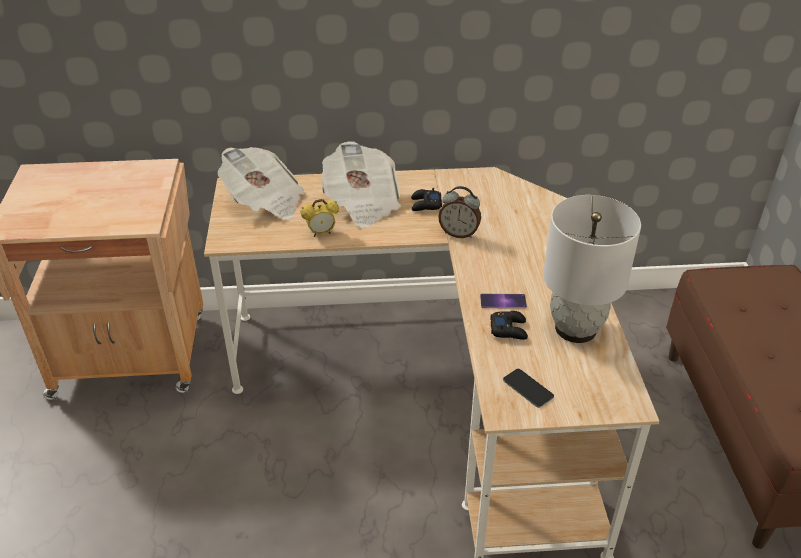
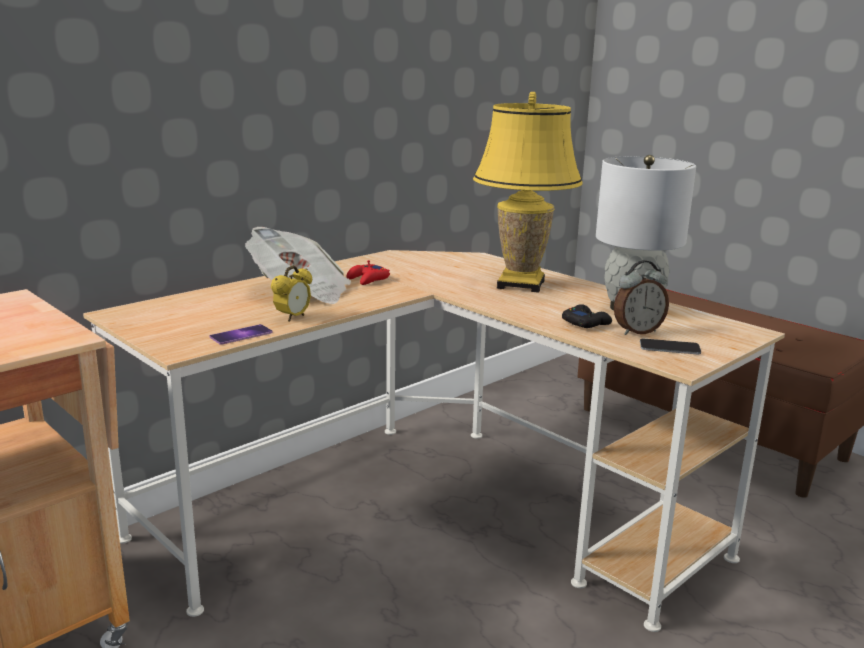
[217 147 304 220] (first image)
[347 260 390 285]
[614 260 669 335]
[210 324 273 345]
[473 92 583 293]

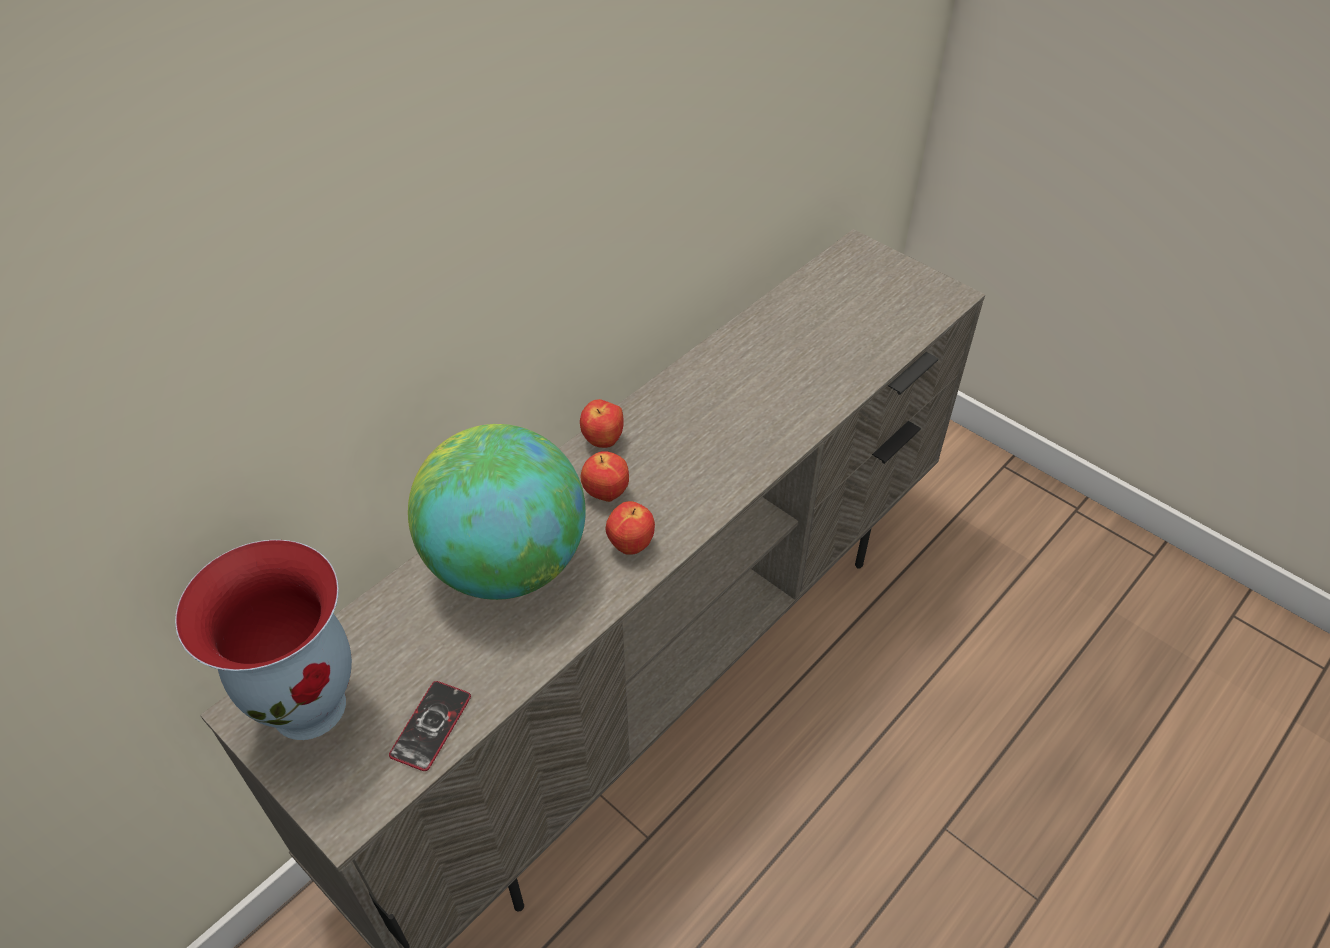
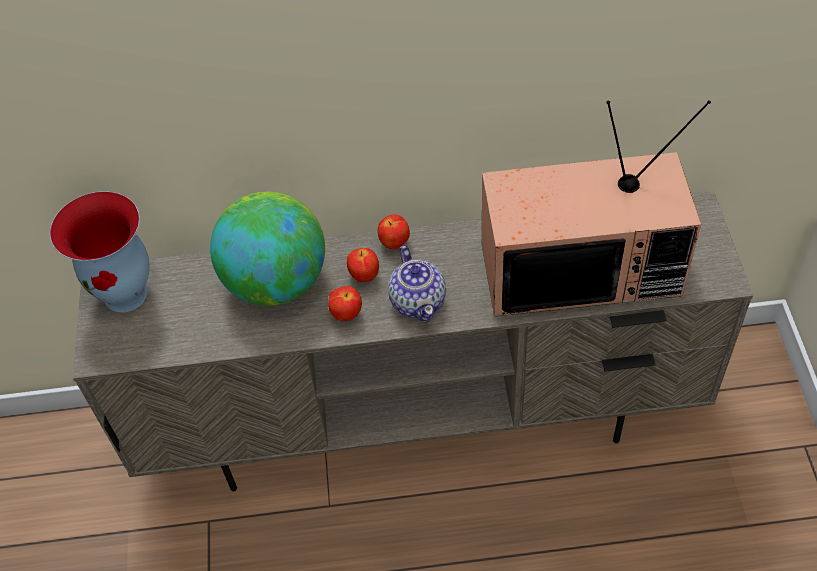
[389 681 471 771] (first image)
[388 246 446 322]
[482 100 711 316]

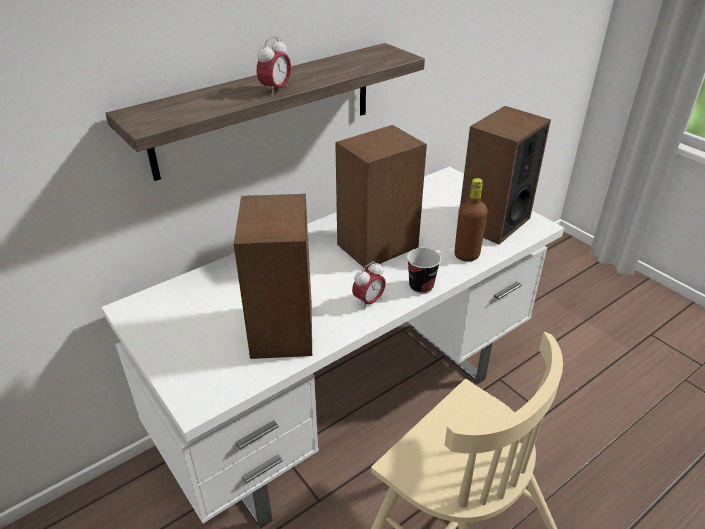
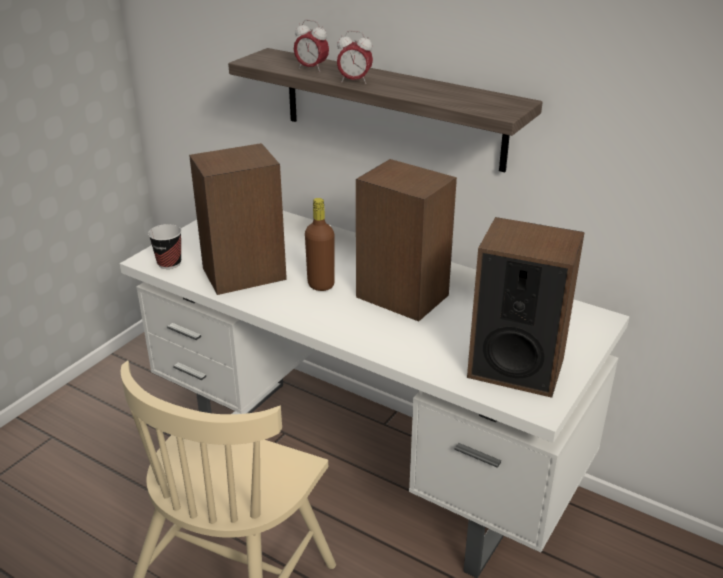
[294 20 329 72]
[148 224 182 269]
[305 198 335 291]

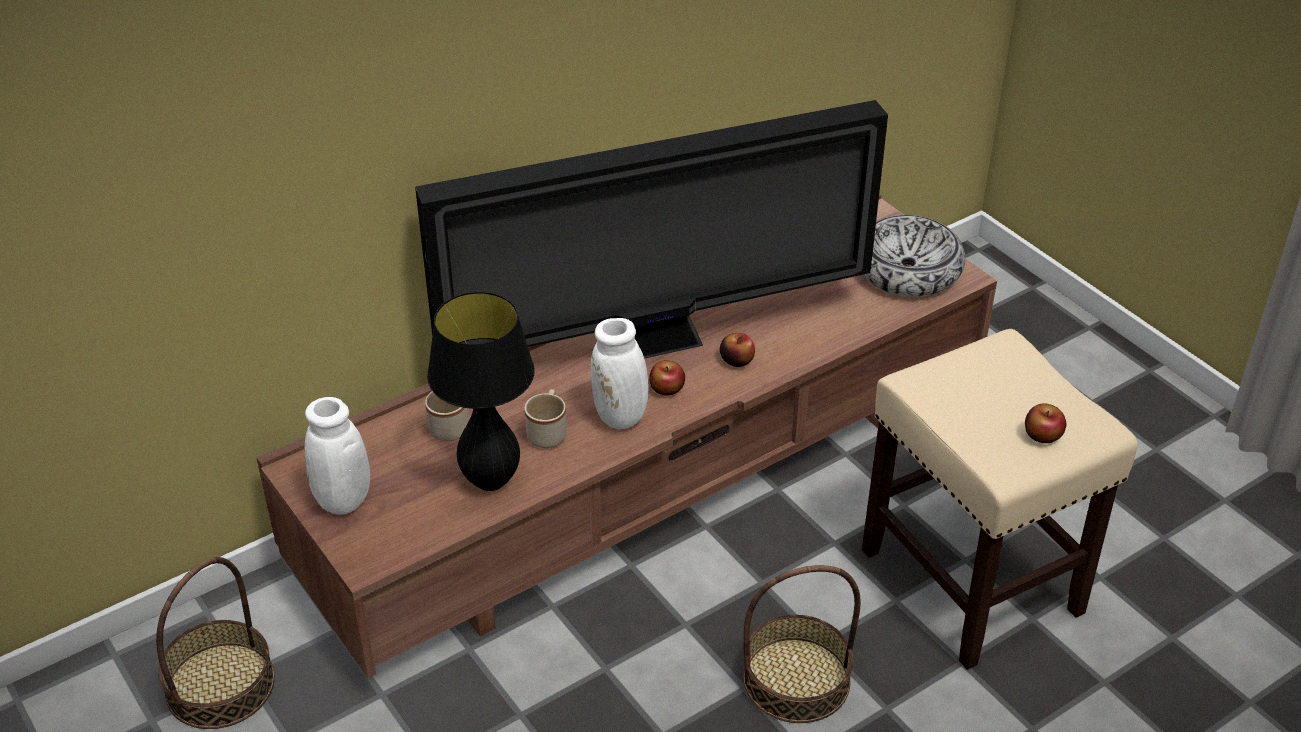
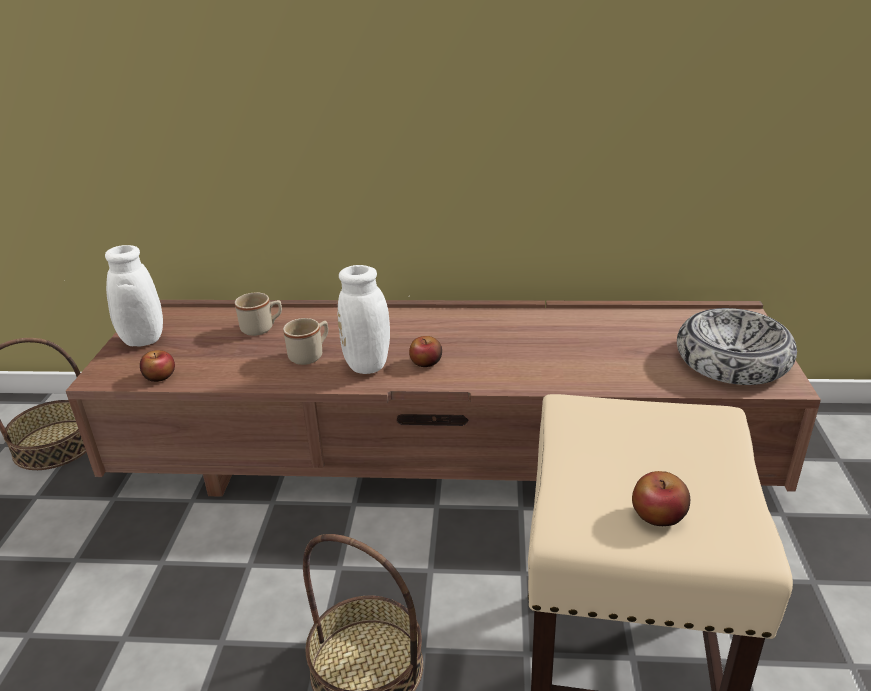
[415 100 888 359] (first image)
[427 292 535 491] (first image)
[140 350 175 382]

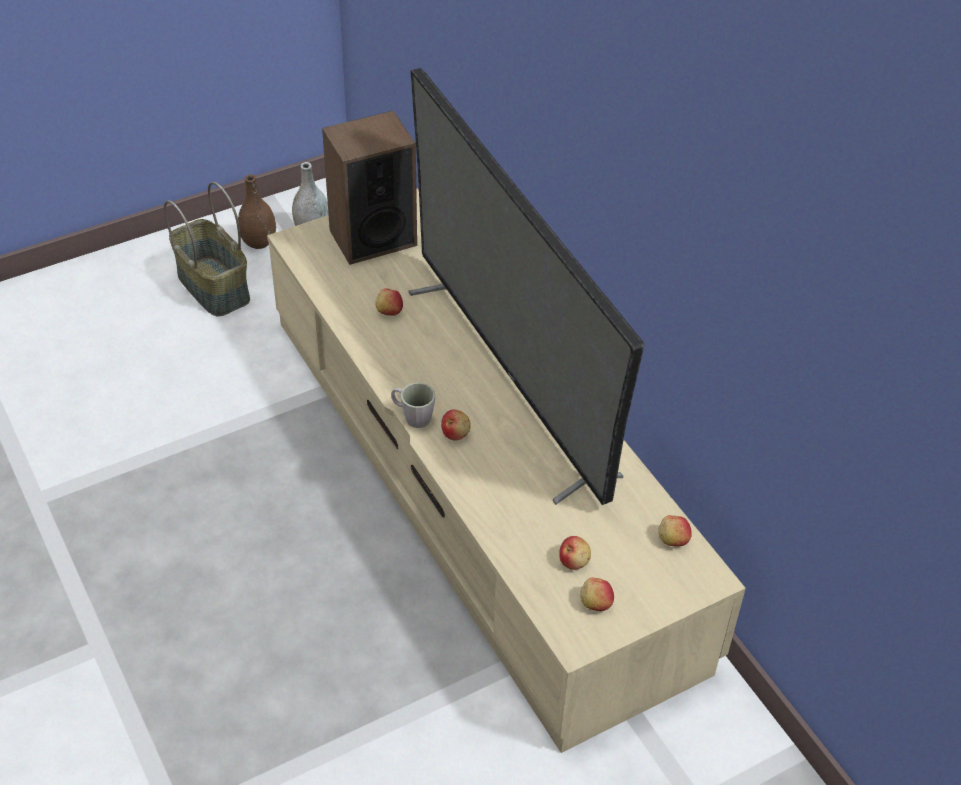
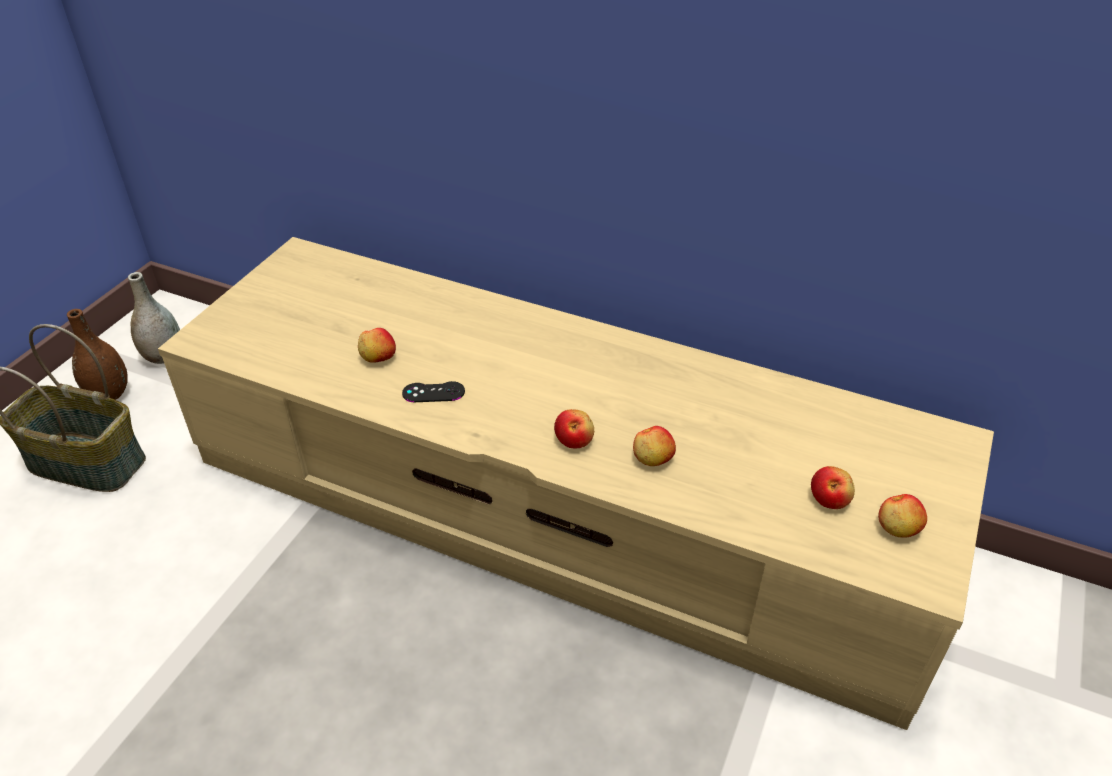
[322 111 417 265] (first image)
[391 382 435 428] (first image)
[409 68 644 505] (first image)
[633 426 676 466]
[402 381 465 402]

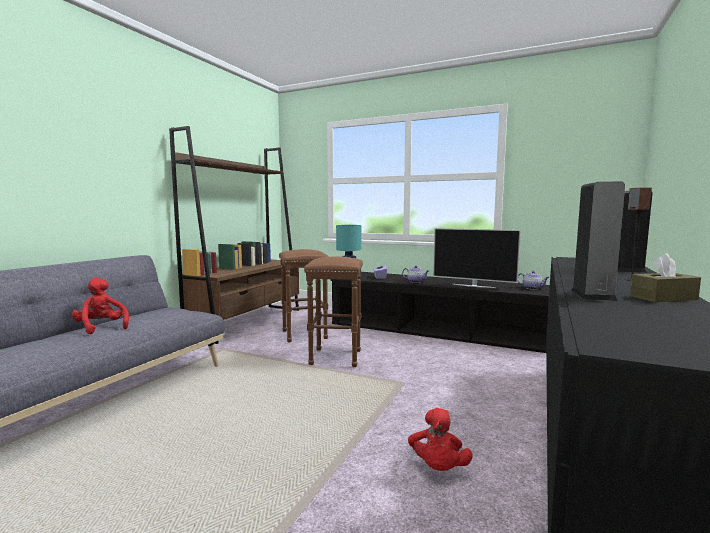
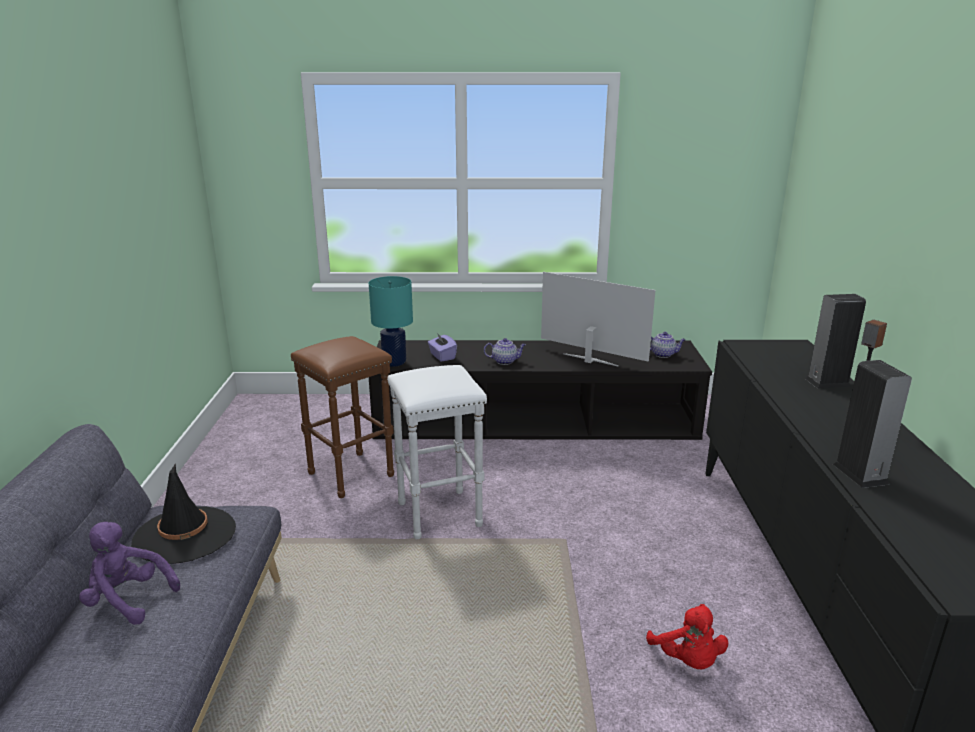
[79 522 180 625]
[169 126 299 344] (first image)
[387 365 487 539]
[541 272 656 367]
[630 253 701 302] (first image)
[131 463 236 564]

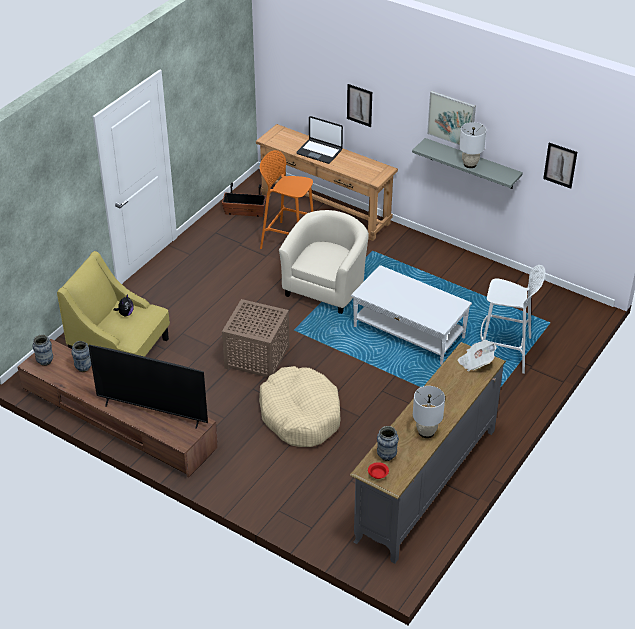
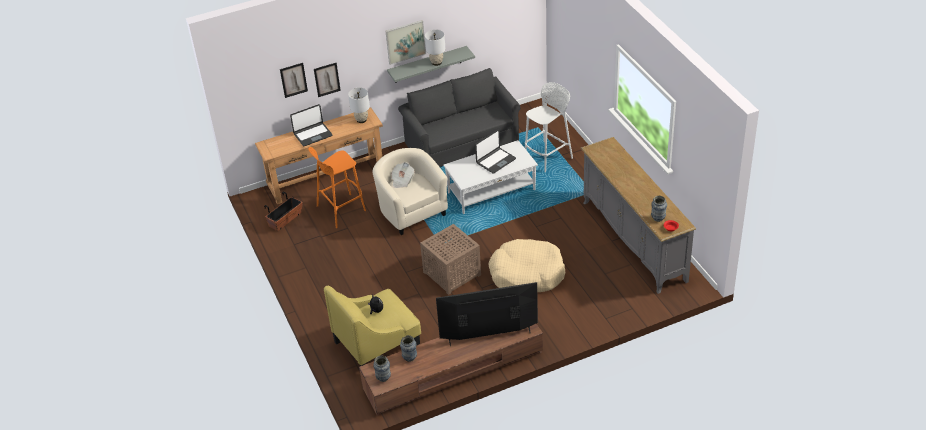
[436 282 538 346]
[348 88 370 123]
[391 162 415 188]
[280 63 308 98]
[398 68 520 167]
[475 130 516 174]

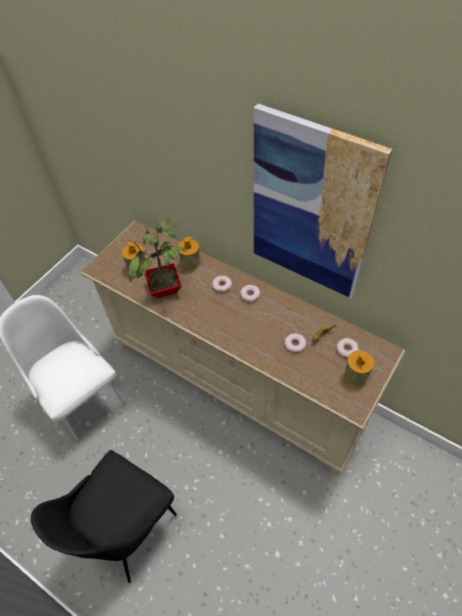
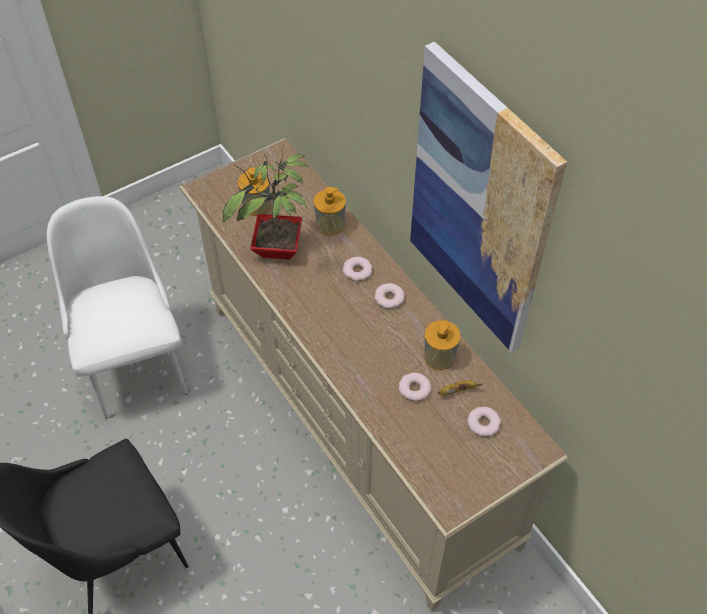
[424 320 460 370]

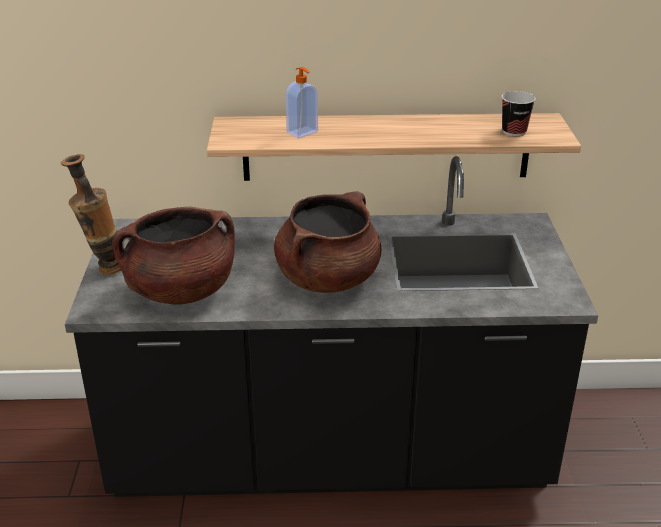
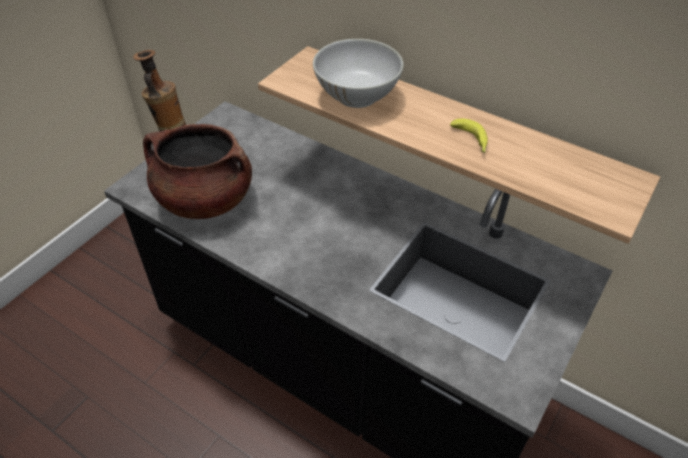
[274 192 382 293] (first image)
[313 39 404 108]
[501 91 536 136] (first image)
[450 119 488 153]

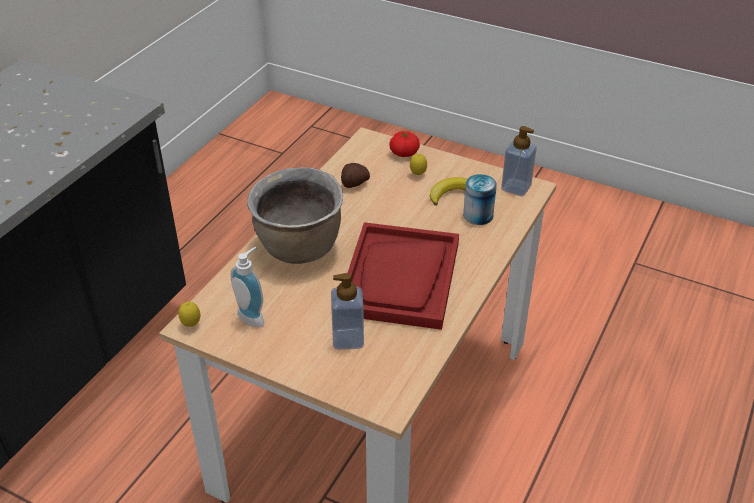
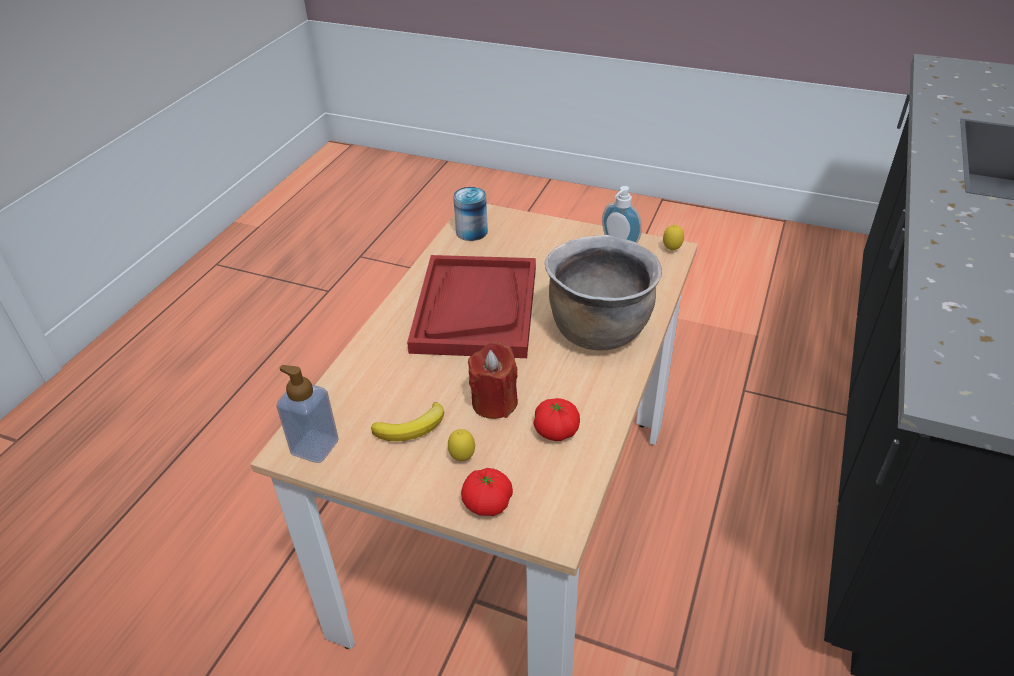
[331 273 364 350] (first image)
[533 398 580 441]
[453 187 488 241]
[468 342 518 419]

